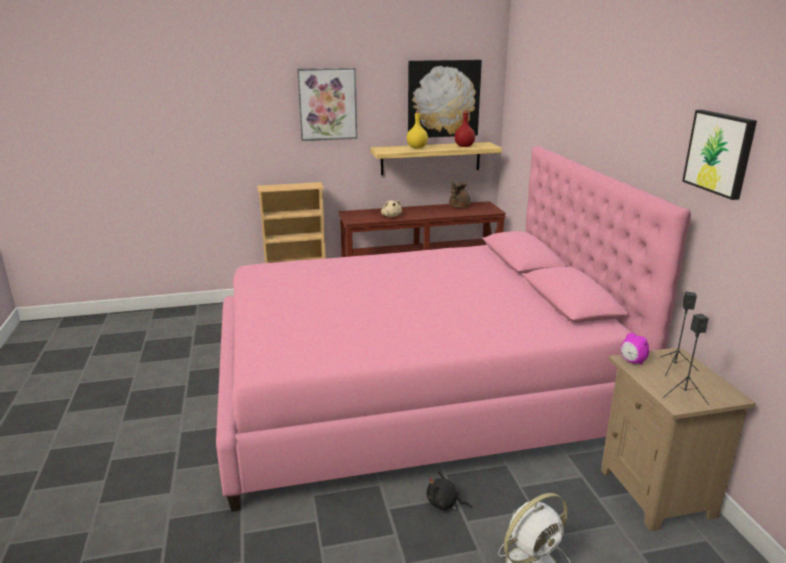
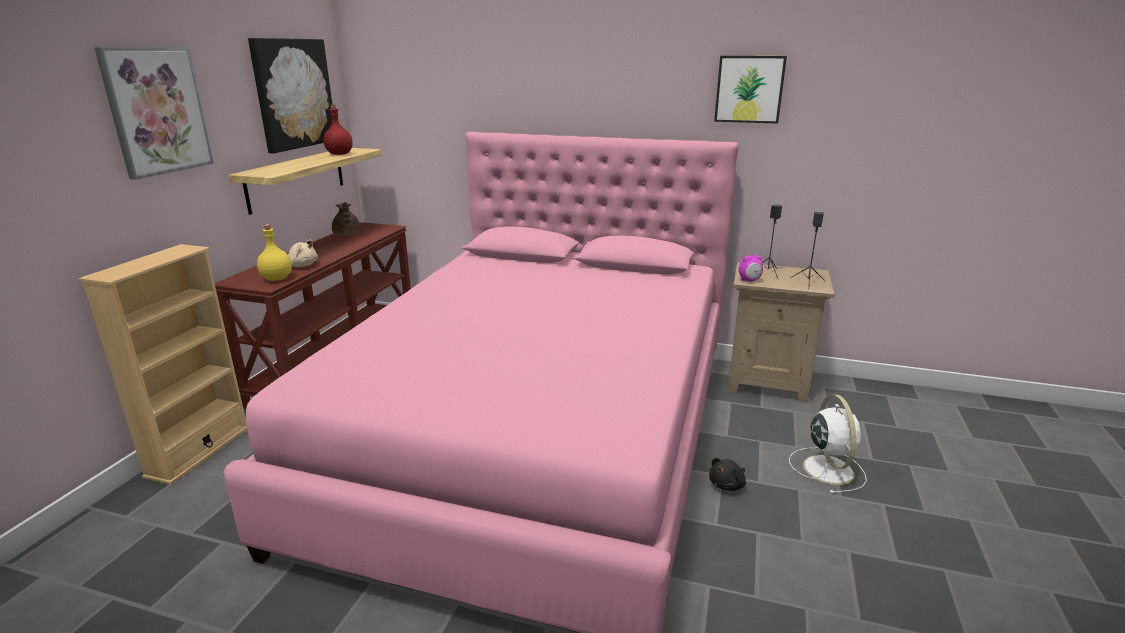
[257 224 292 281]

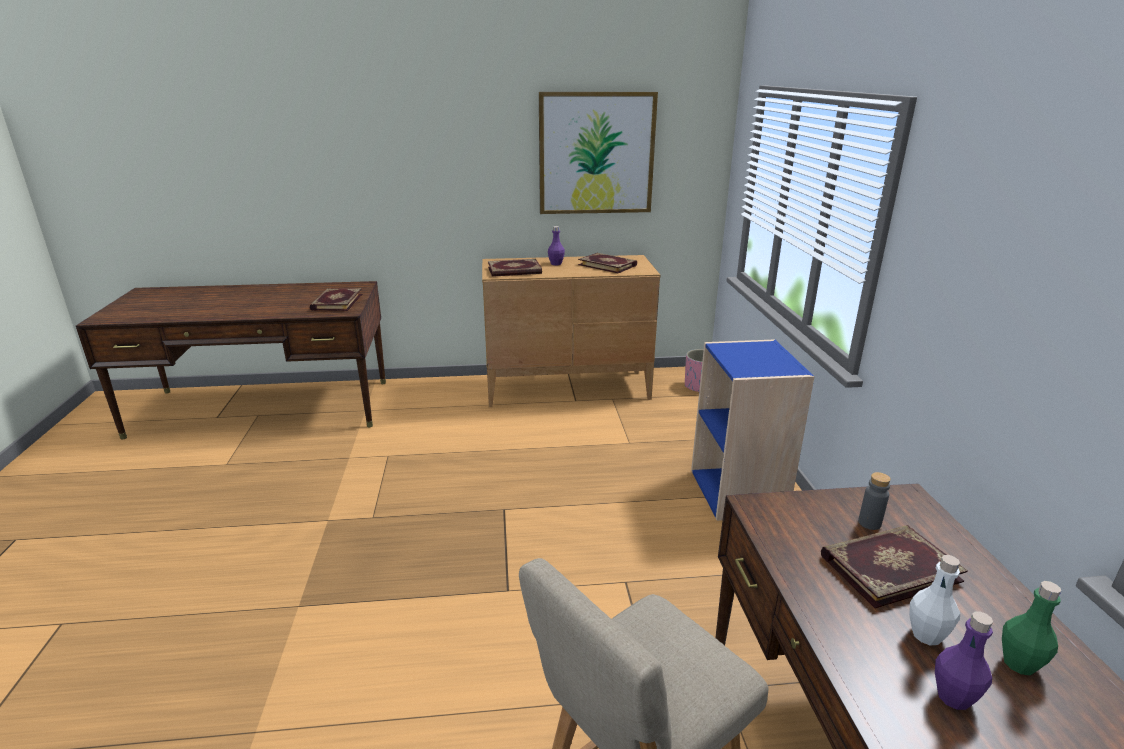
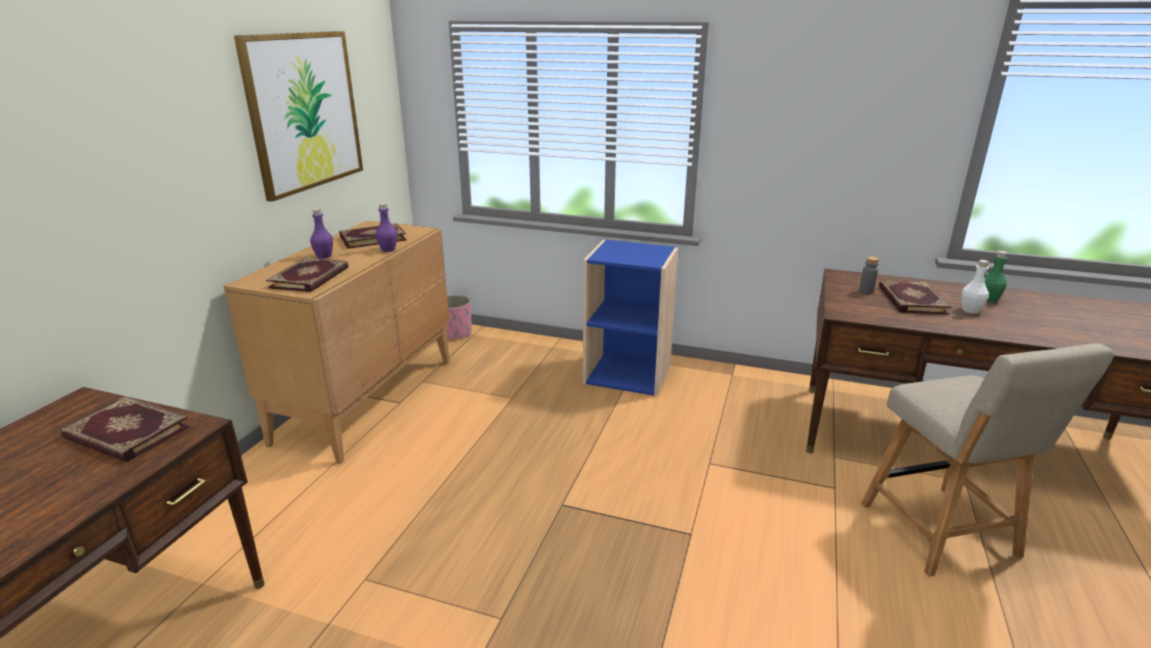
[376 203 397 252]

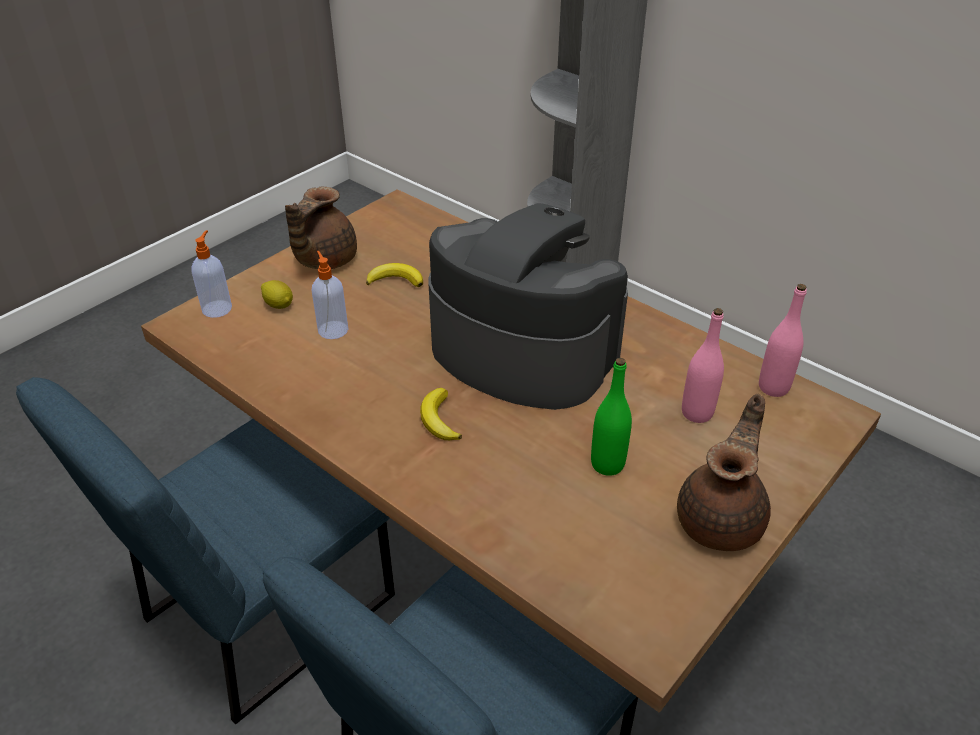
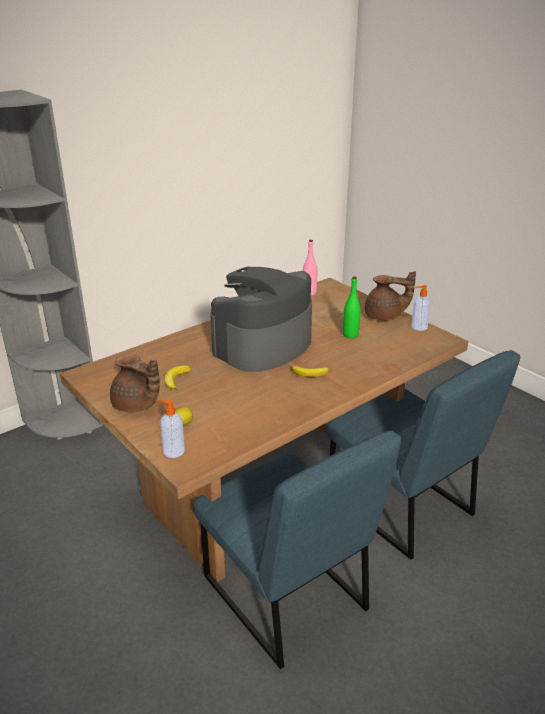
[411 285 431 331]
[365 271 416 320]
[682 308 724 423] (first image)

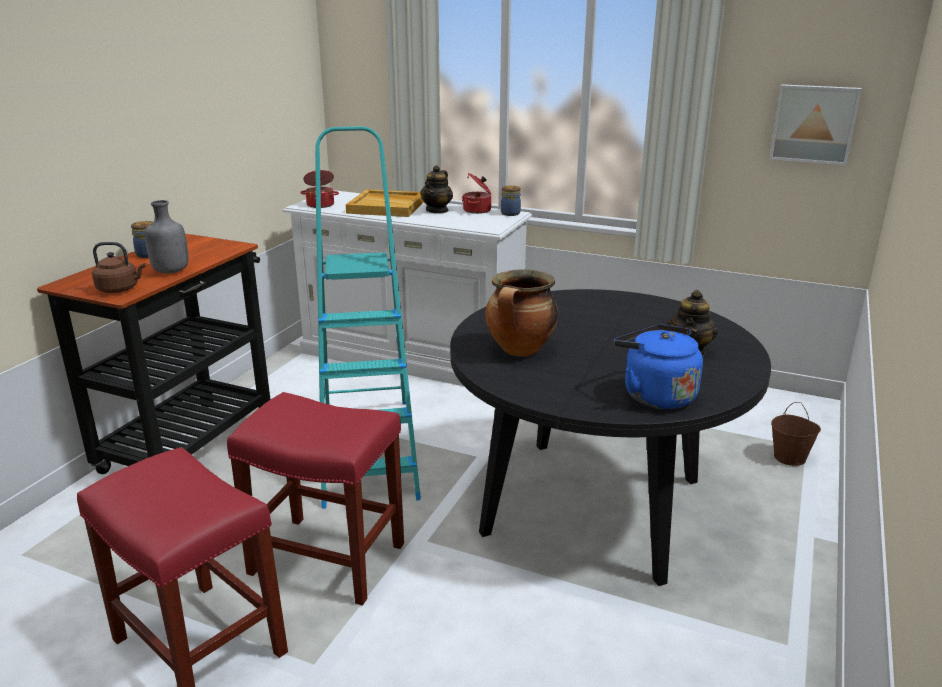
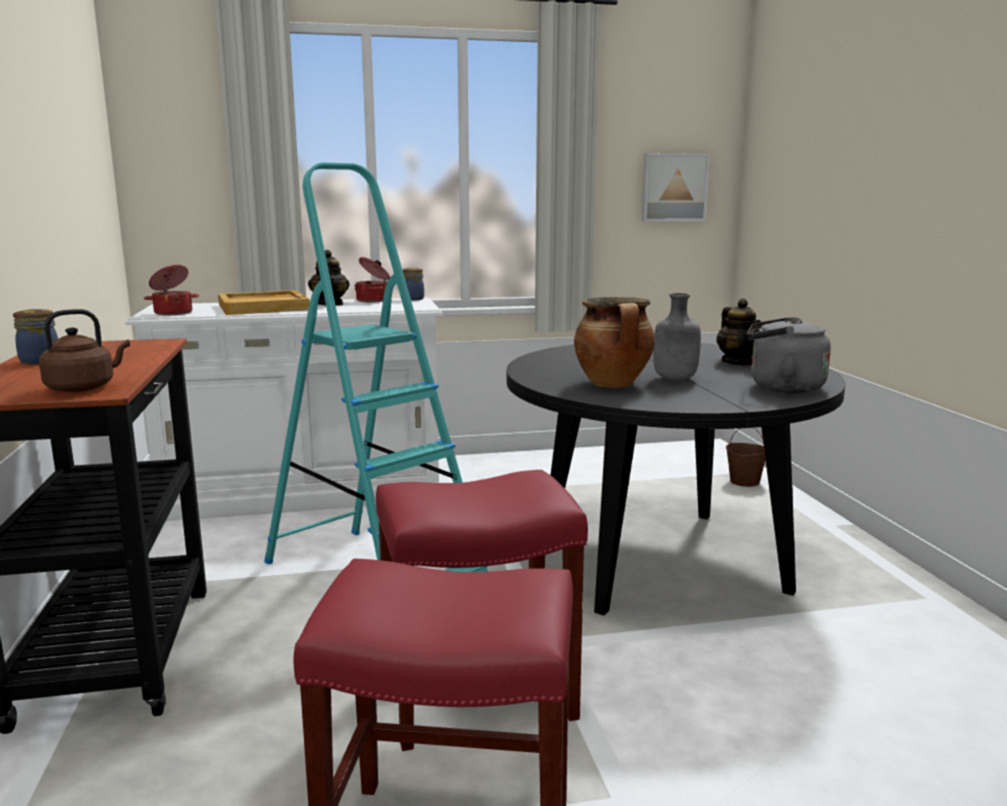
[653 293 701 380]
[747 317 831 393]

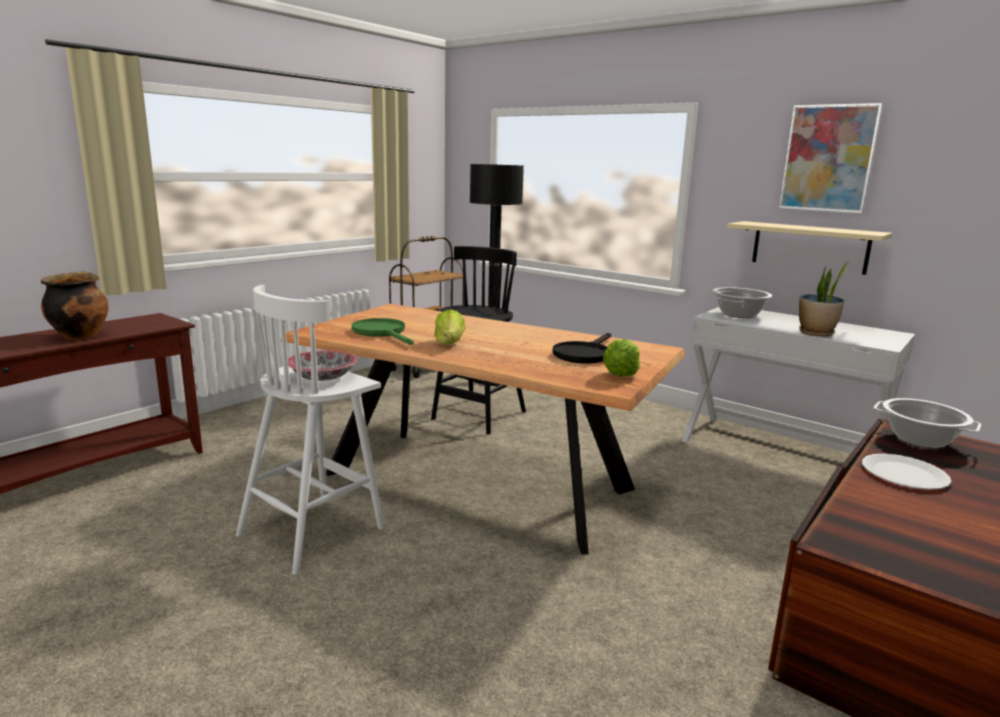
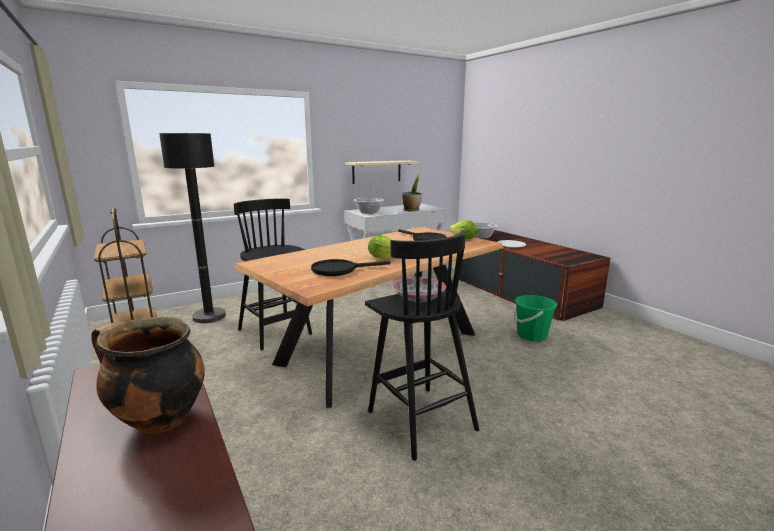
[365 230 479 461]
[311 259 391 276]
[779 103 883 213] (first image)
[514 295 558 342]

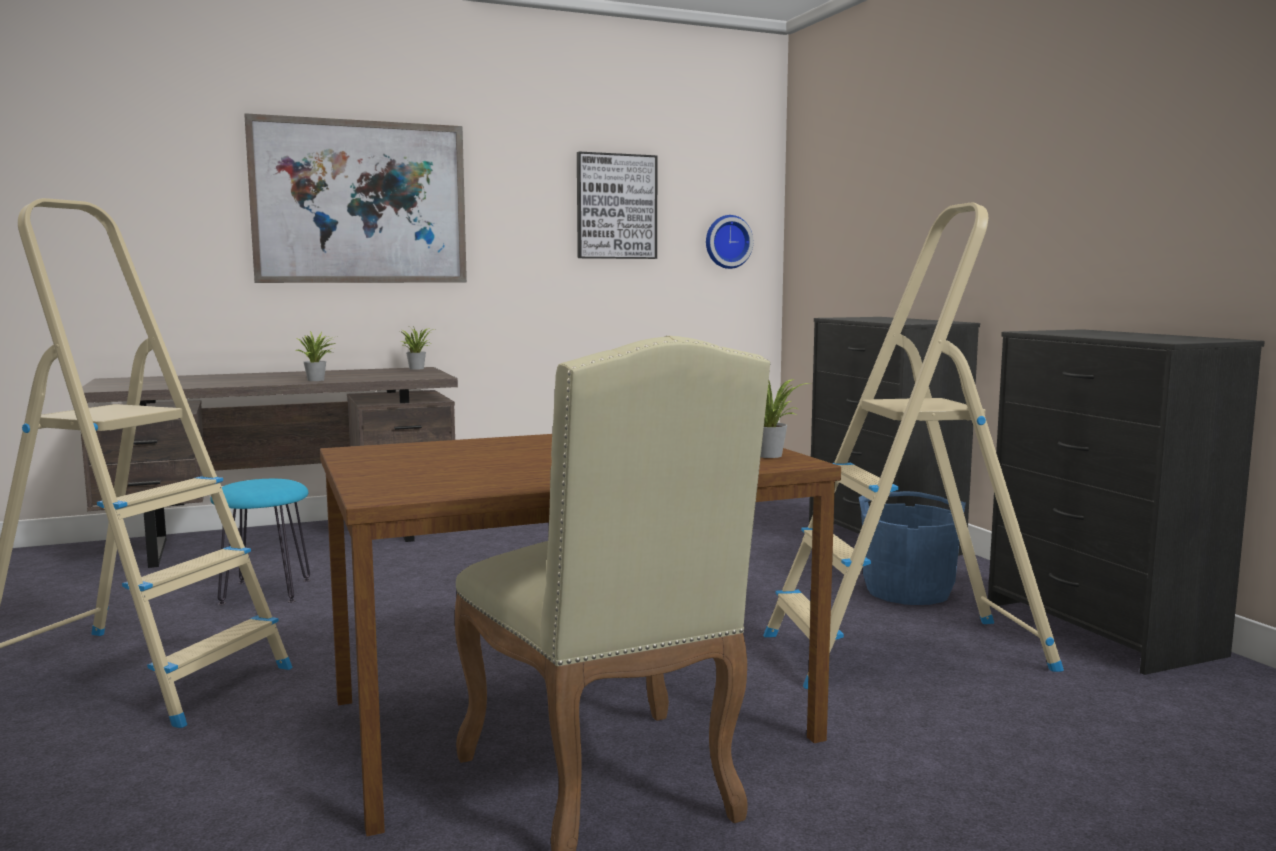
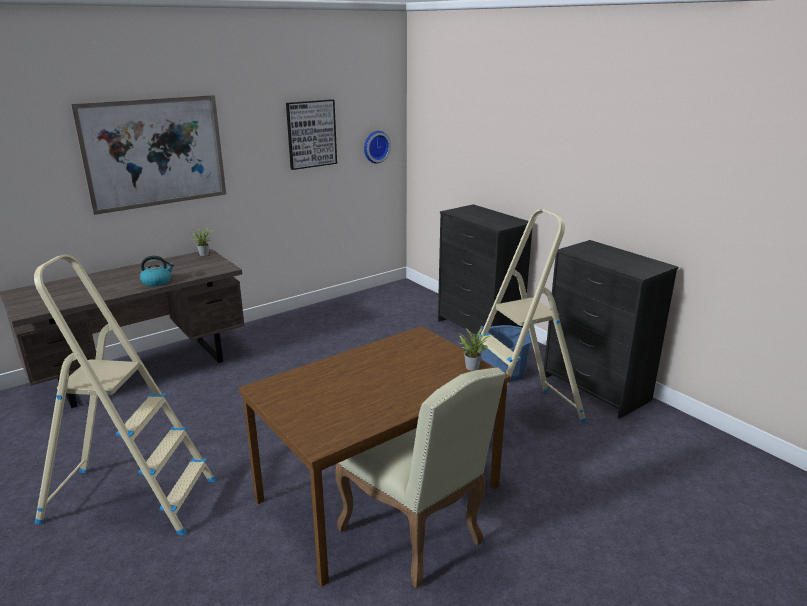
[210 479 311 605] (first image)
[140 256 174 287]

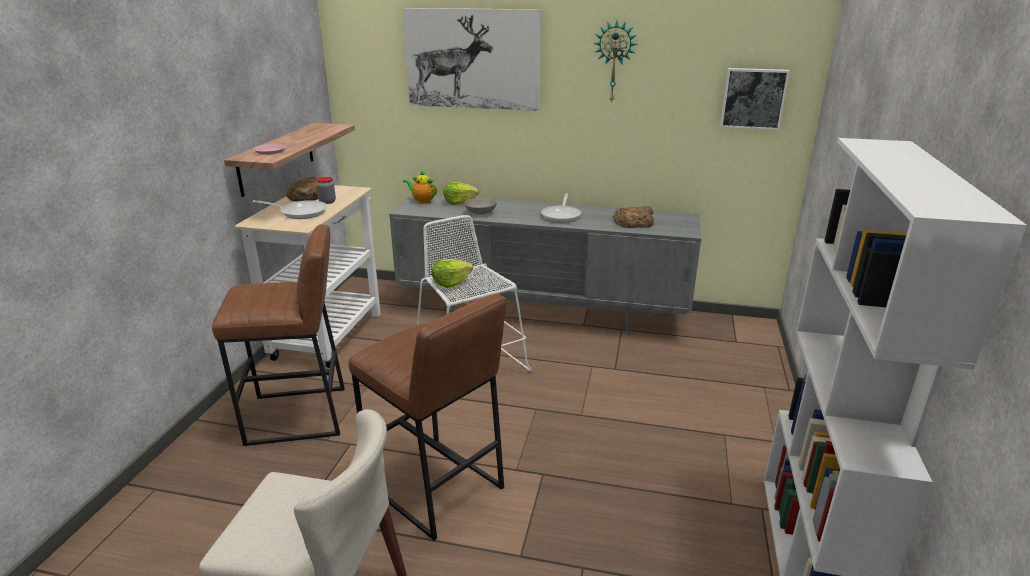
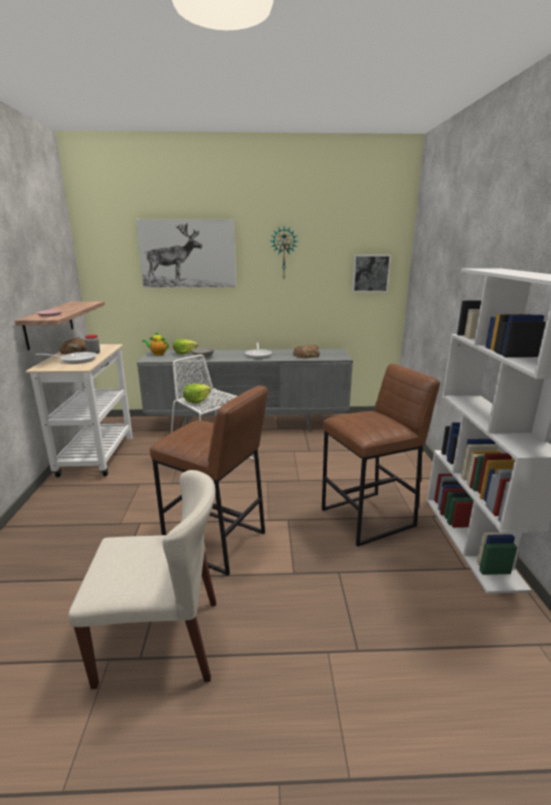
[322 364 440 547]

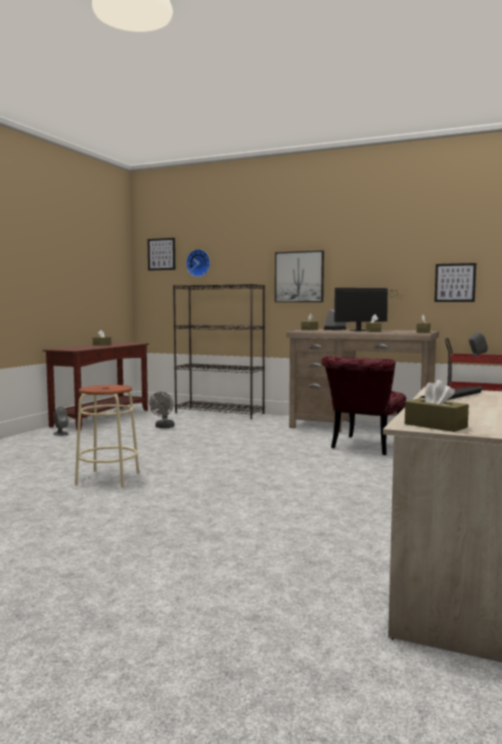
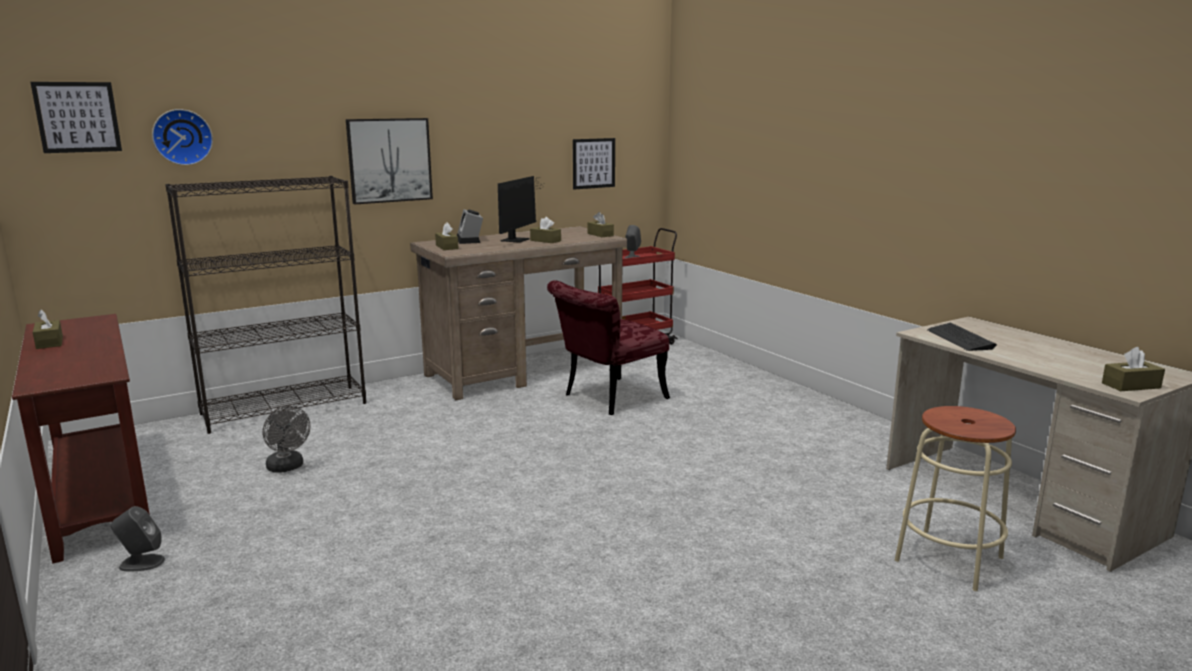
[895 406 1016 591]
[547 280 670 415]

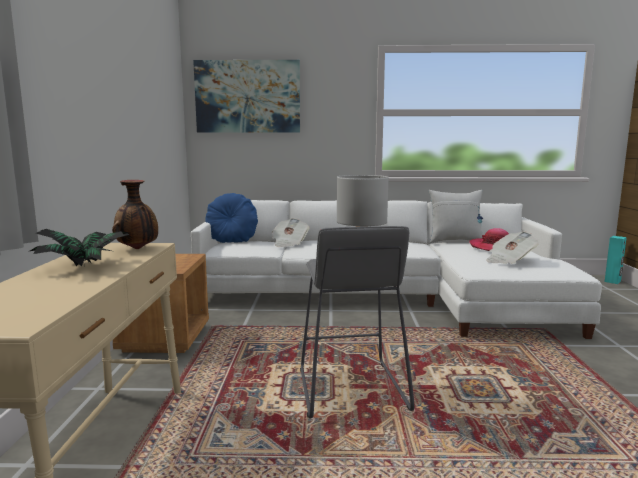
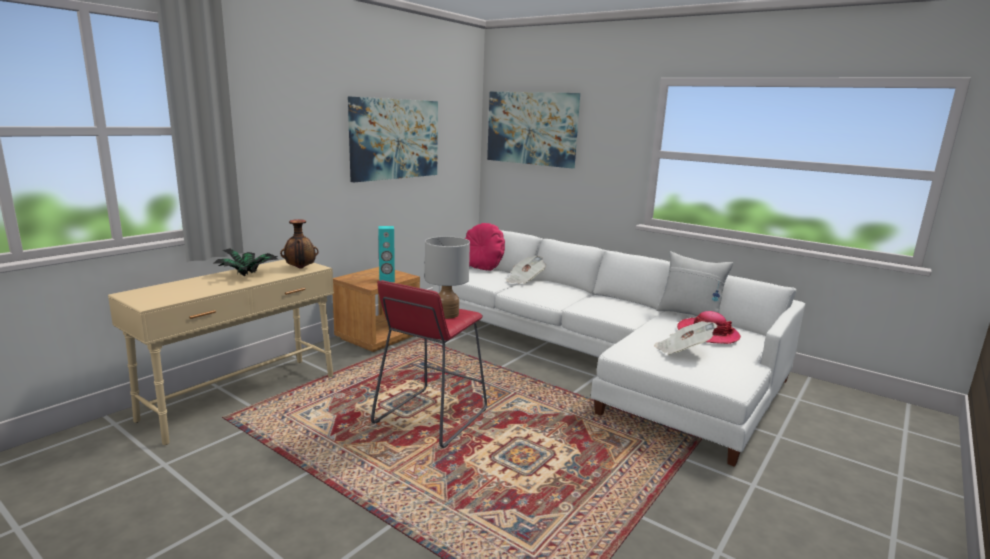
[465 223 505 271]
[371 280 487 448]
[378 226 395 282]
[348 97 438 182]

